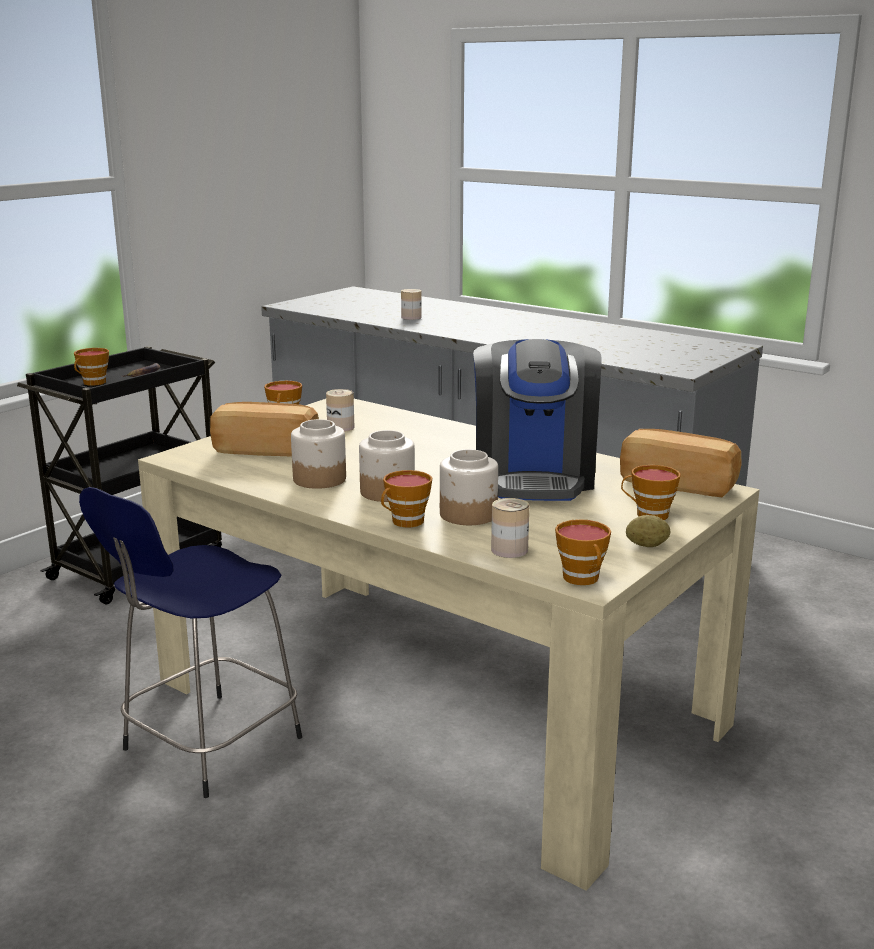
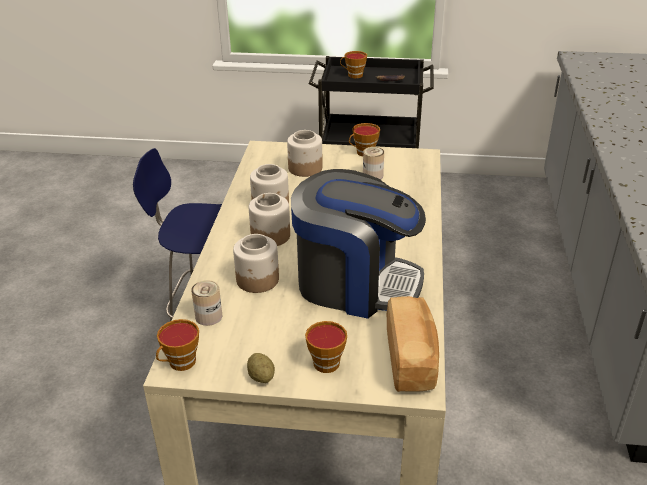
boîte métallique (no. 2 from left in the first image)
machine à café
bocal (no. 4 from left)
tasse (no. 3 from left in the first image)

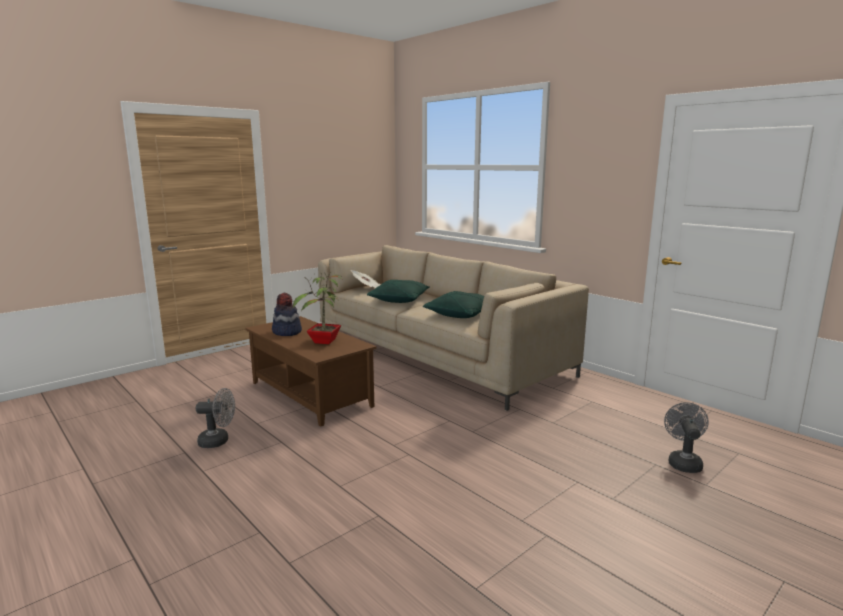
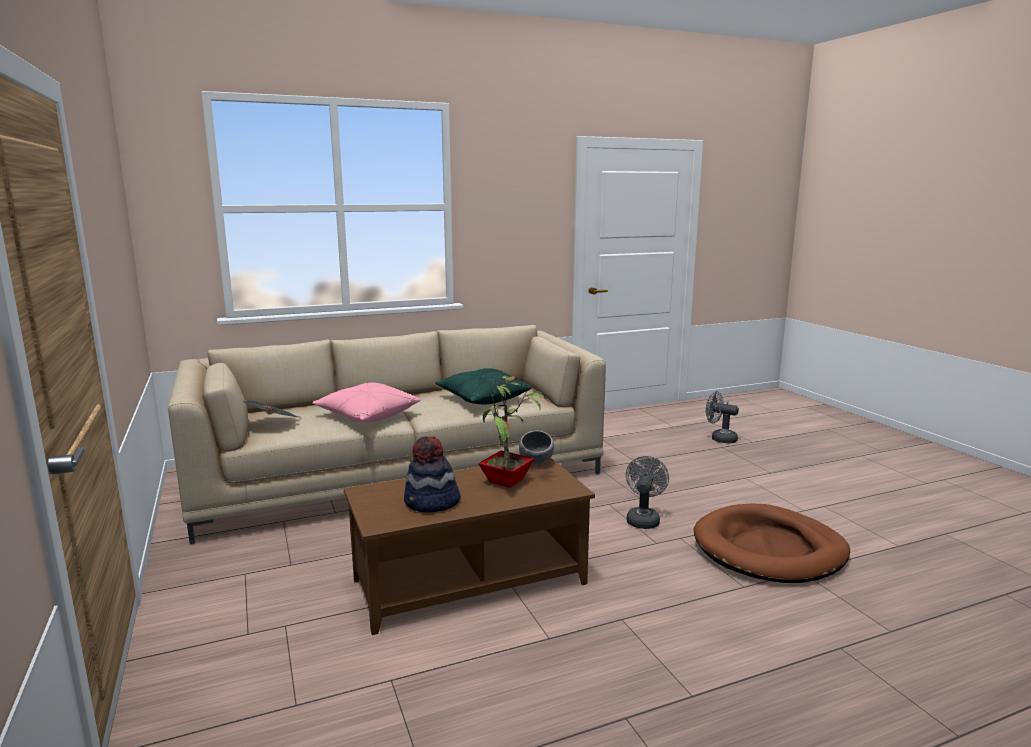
coussin/rose
ventilateur/gris (no. 1 from left)
bol/gris
panier pour chien/marron

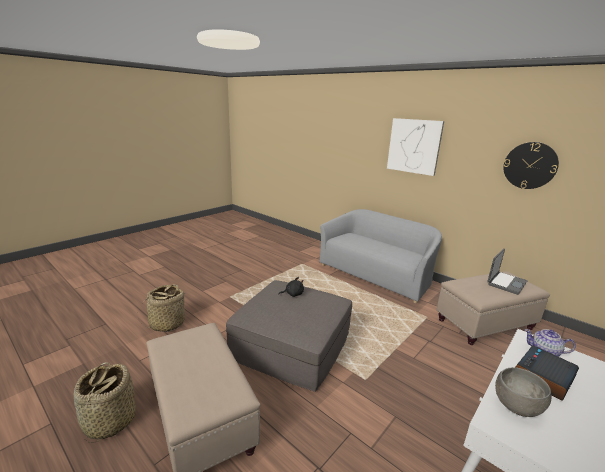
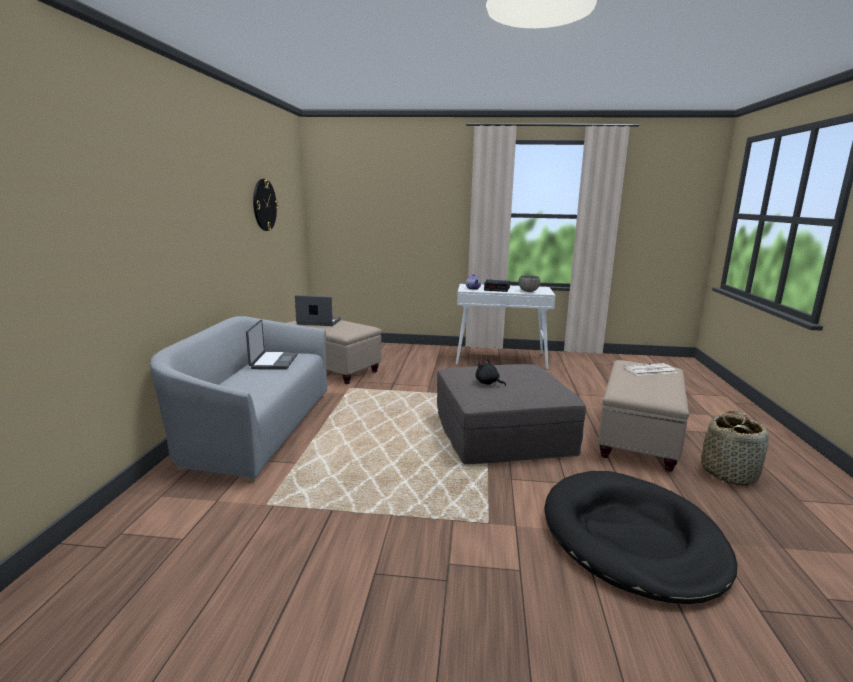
tableau
panier pour chien/noir
ordinateur portable (no. 1 from left)
journal

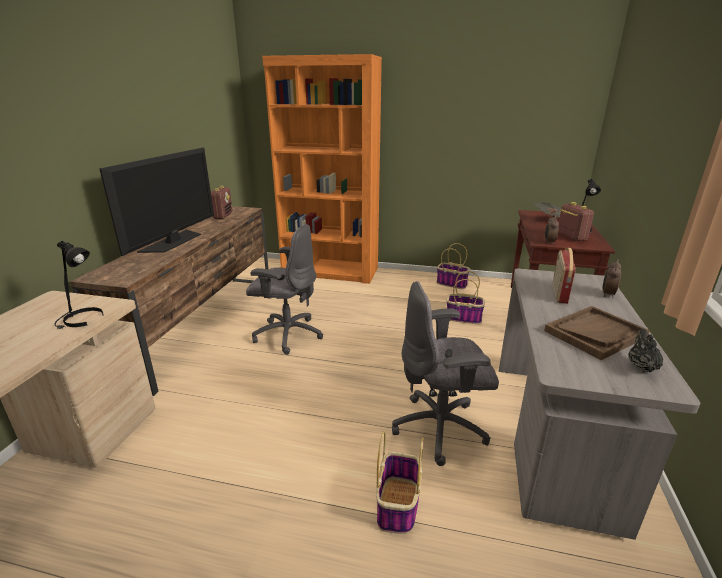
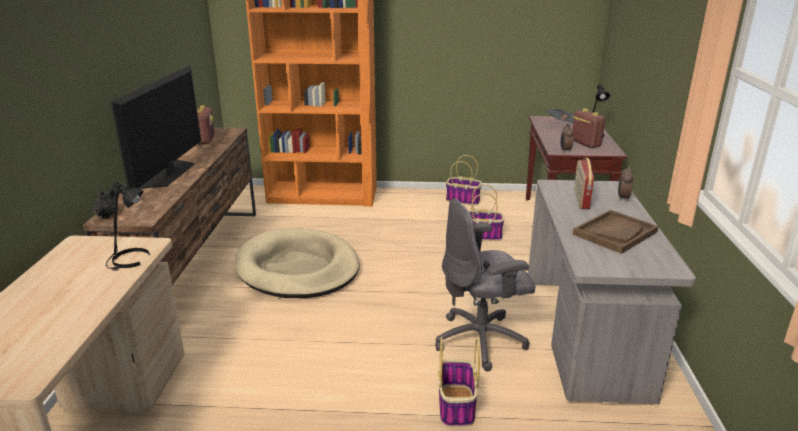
panier pour chien/beige
théière/noir

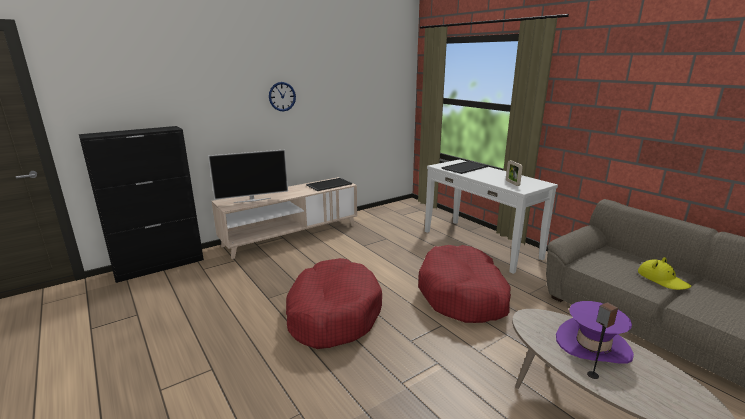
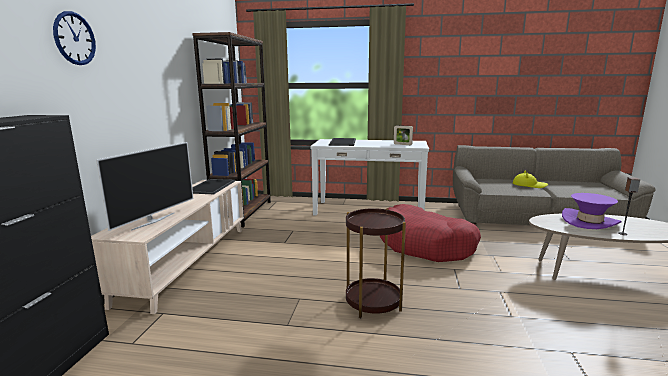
horloge murale
table d'appoint/marron
bibliothèque/marron

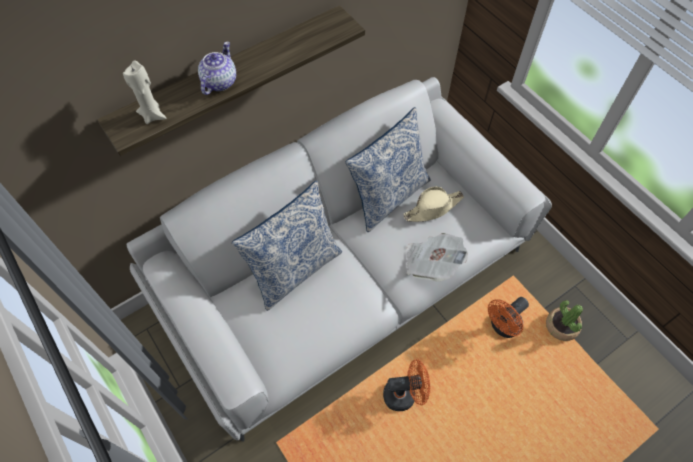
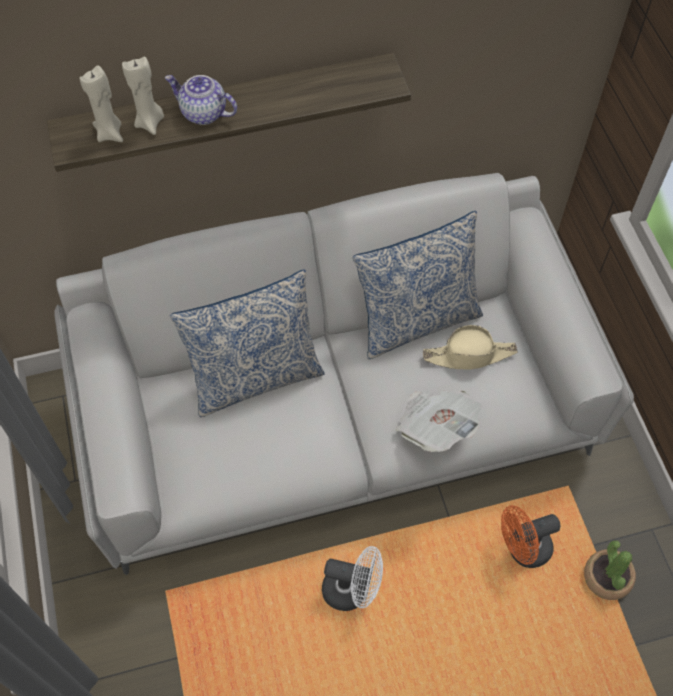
théière
ventilateur/blanc
bougie/beige (no. 2 from left)

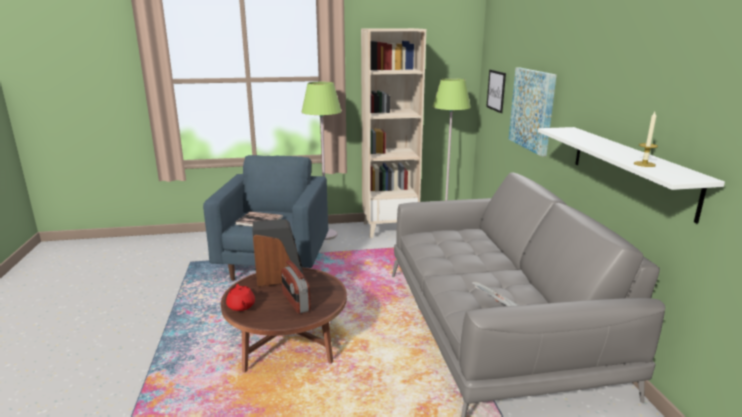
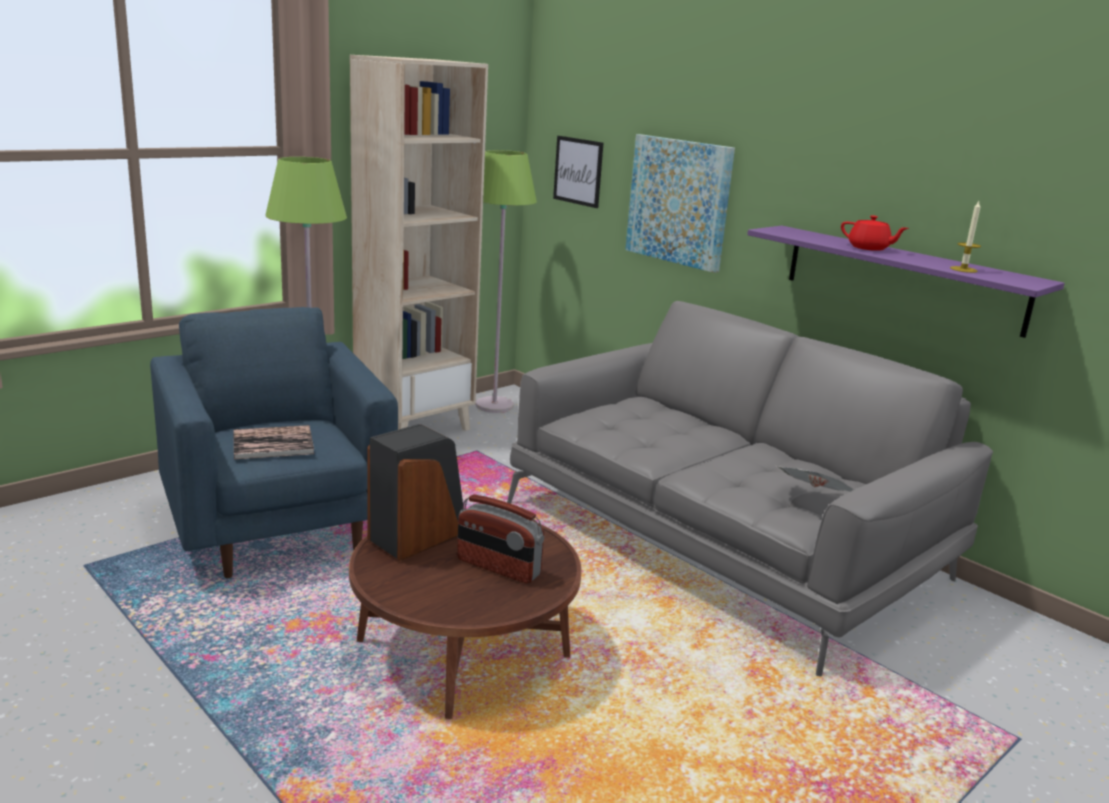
étagère/violet
théière/rouge

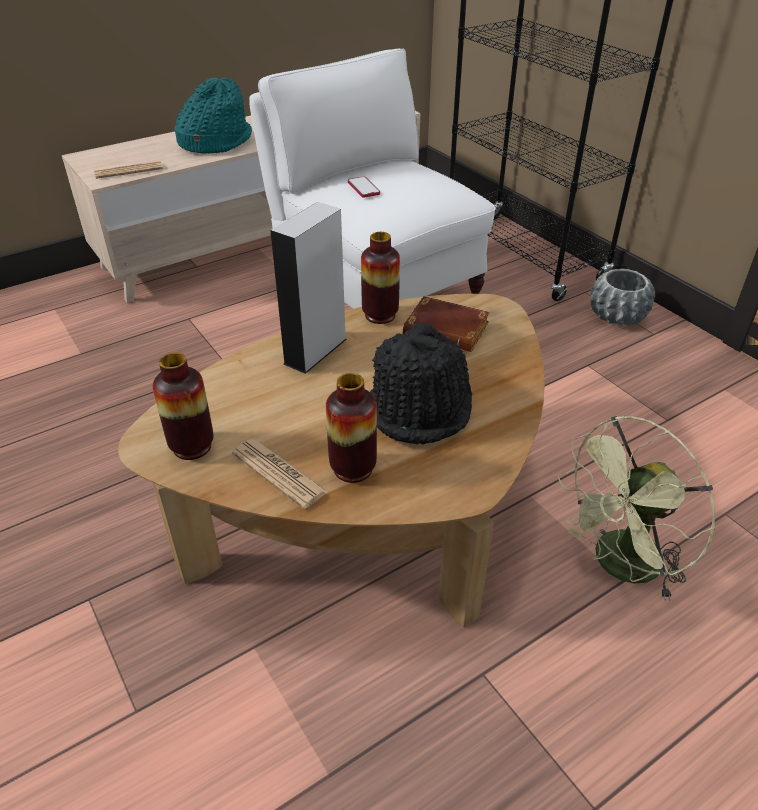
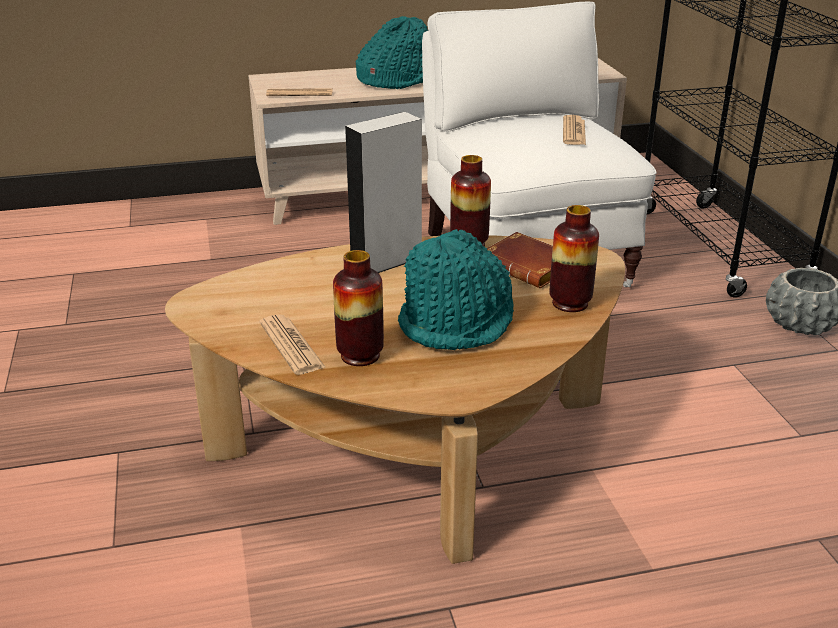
téléphone
chapeau/turquoise (no. 2 from left)
vase (no. 3 from left)
ventilateur/vert
journal (no. 3 from left)

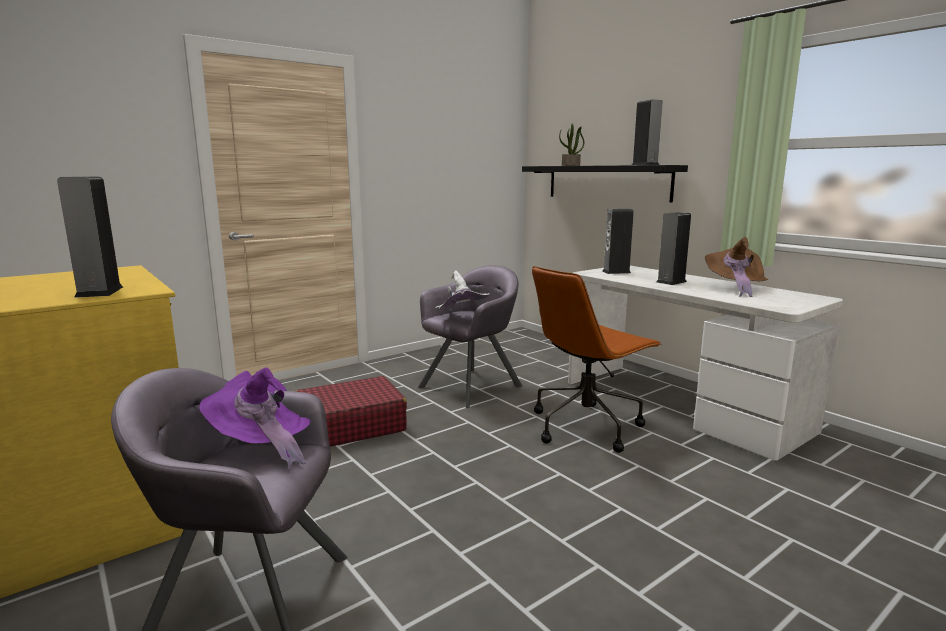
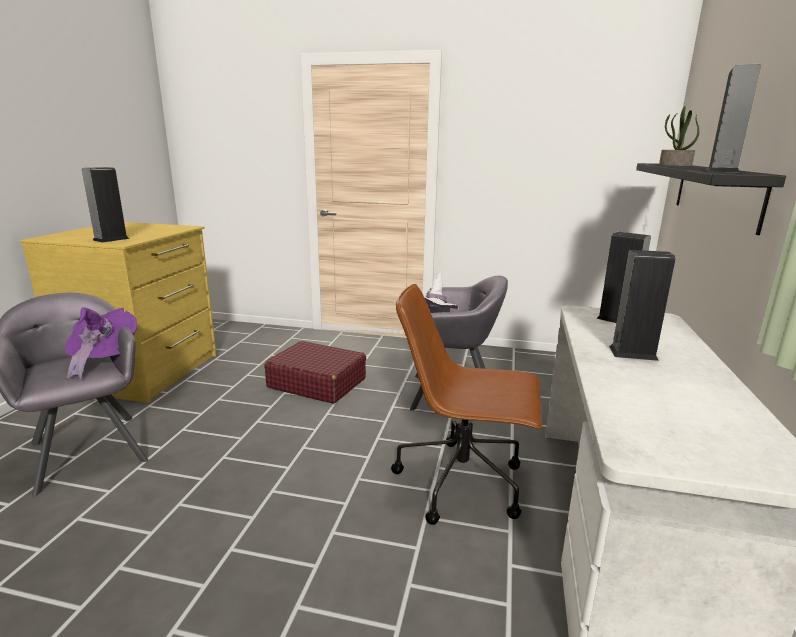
chapeau/marron

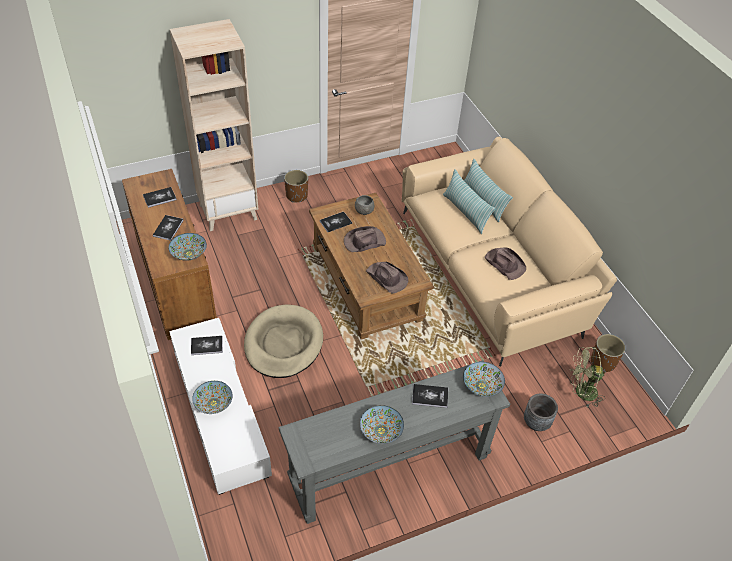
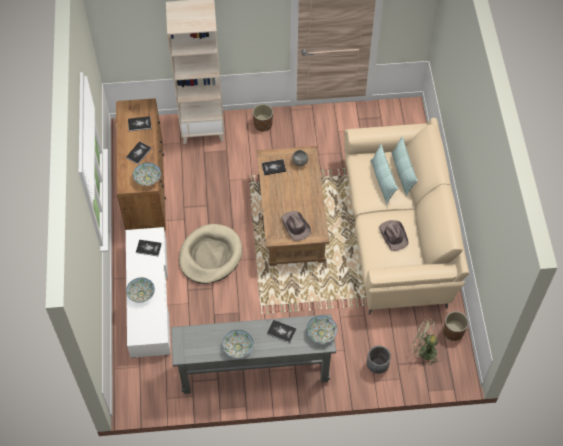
chapeau/marron (no. 1 from left in the first image)

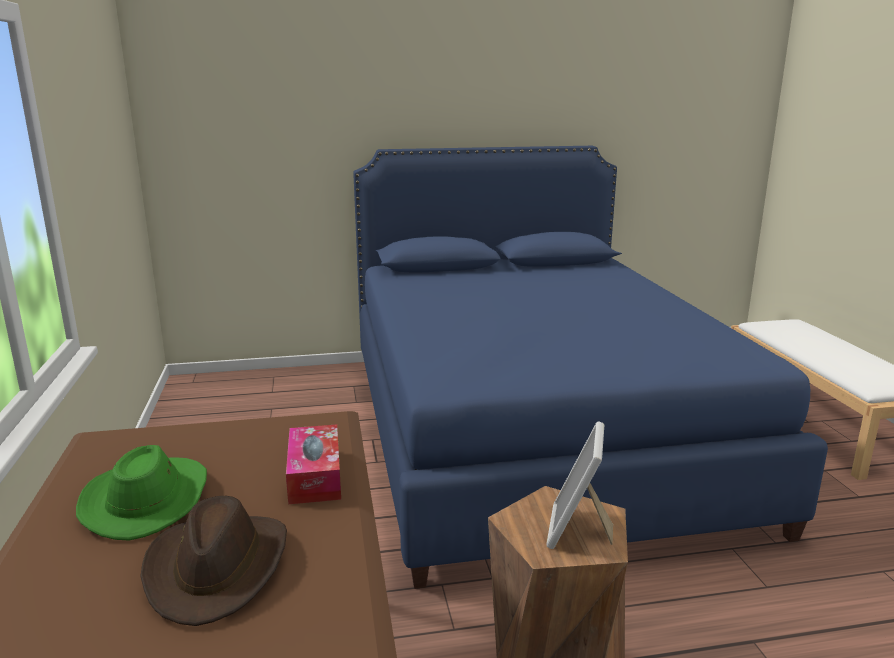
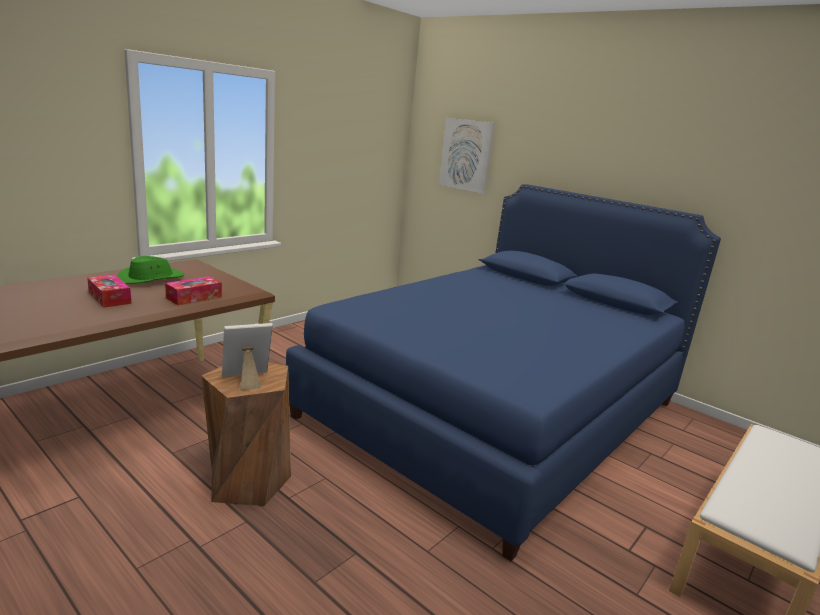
boîte à mouchoirs (no. 1 from left)
tableau

